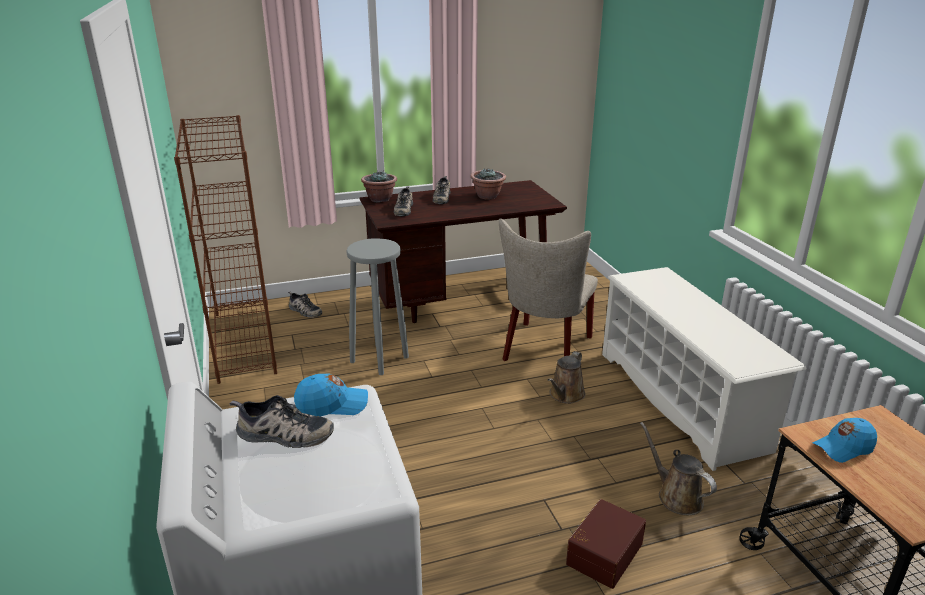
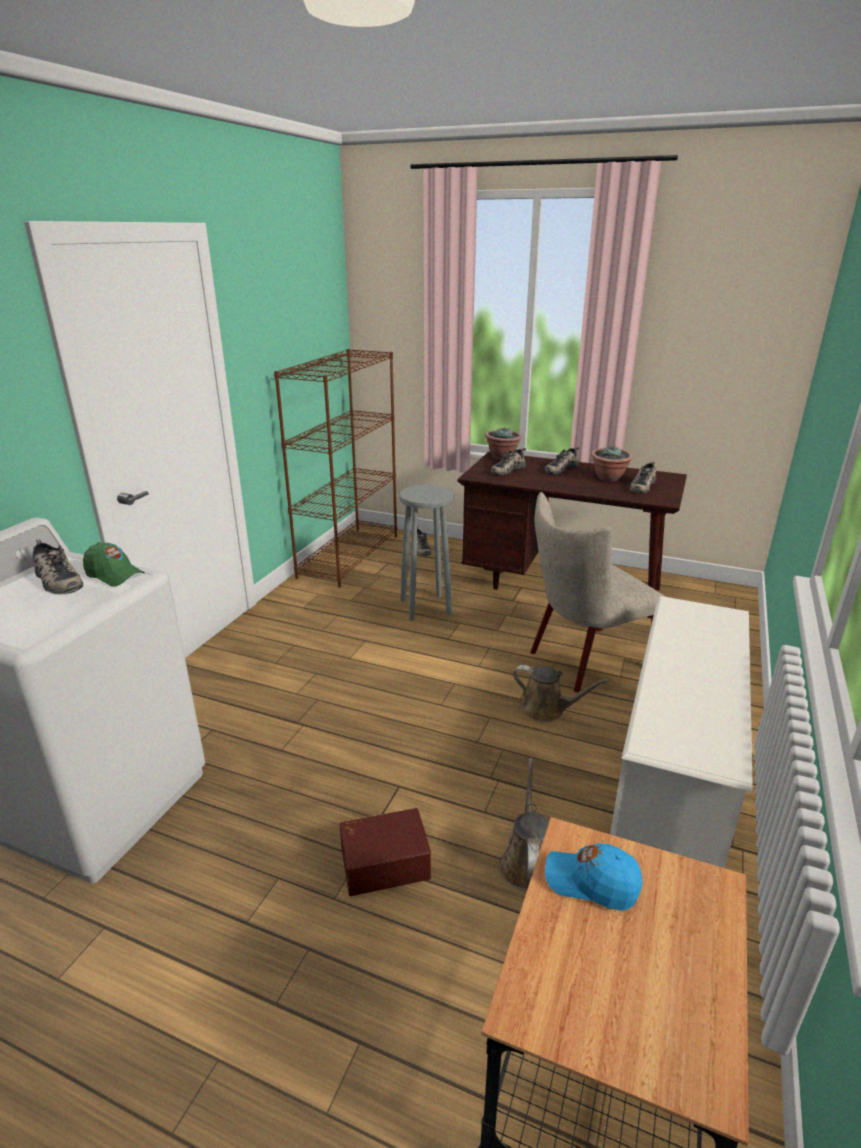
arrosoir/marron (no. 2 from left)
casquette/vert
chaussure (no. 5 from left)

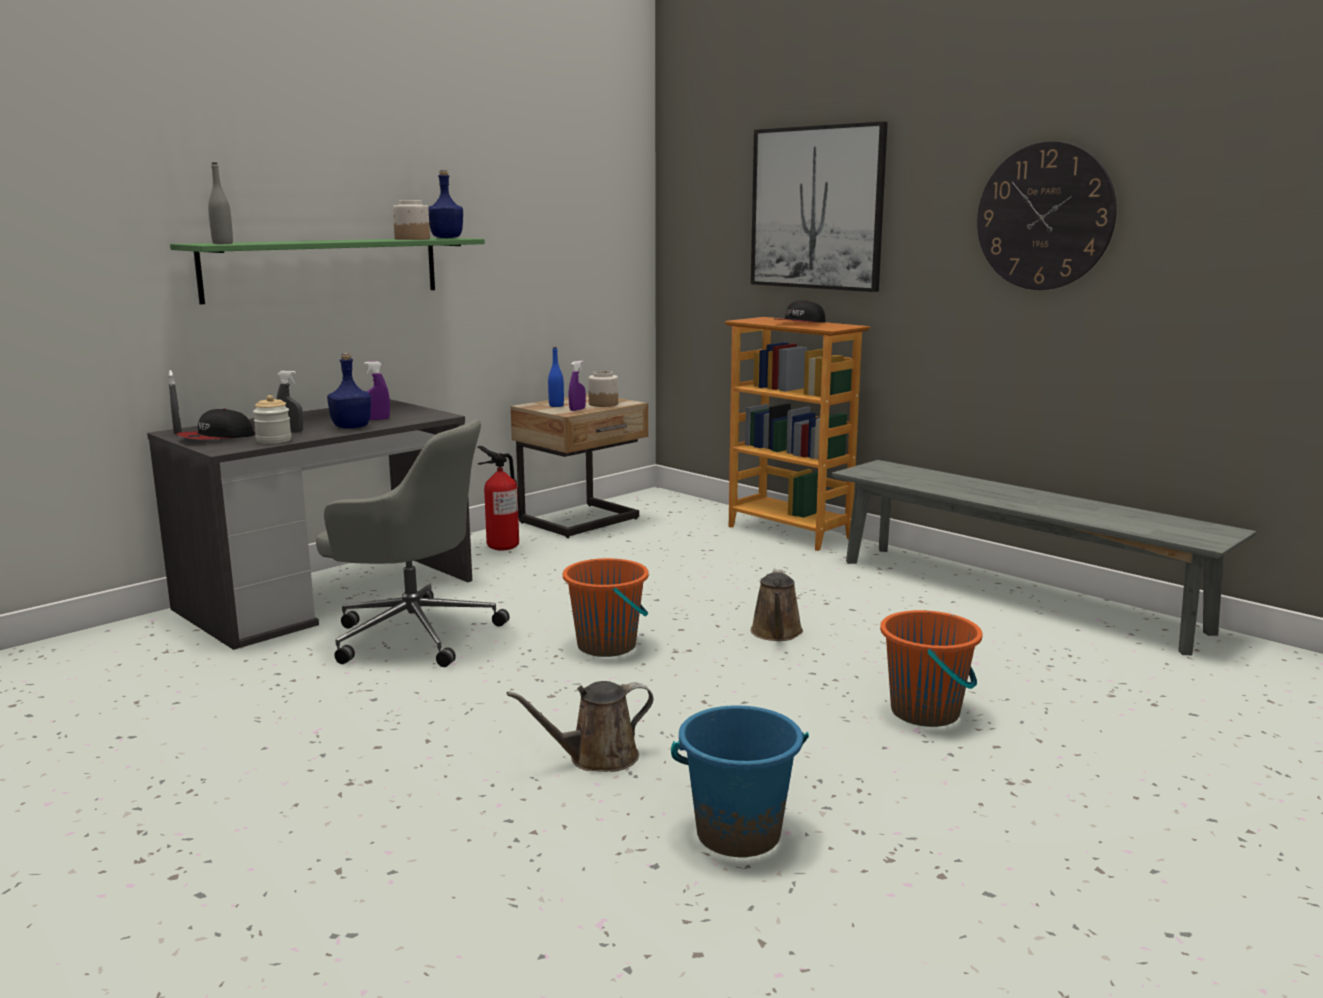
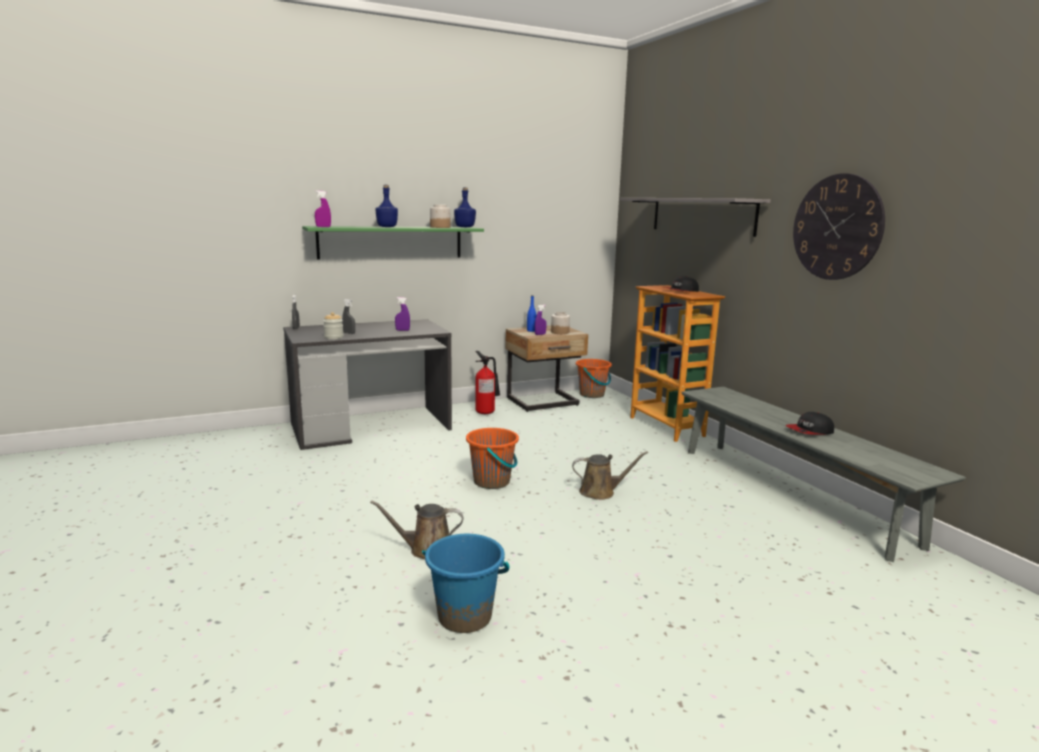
étagère/gris
vaporisateur/violet (no. 1 from left)
bouteille/bleu (no. 1 from left)
casquette (no. 2 from left)
chaise de bureau/gris
arrosoir/marron (no. 2 from left)
seau/orange (no. 2 from left)

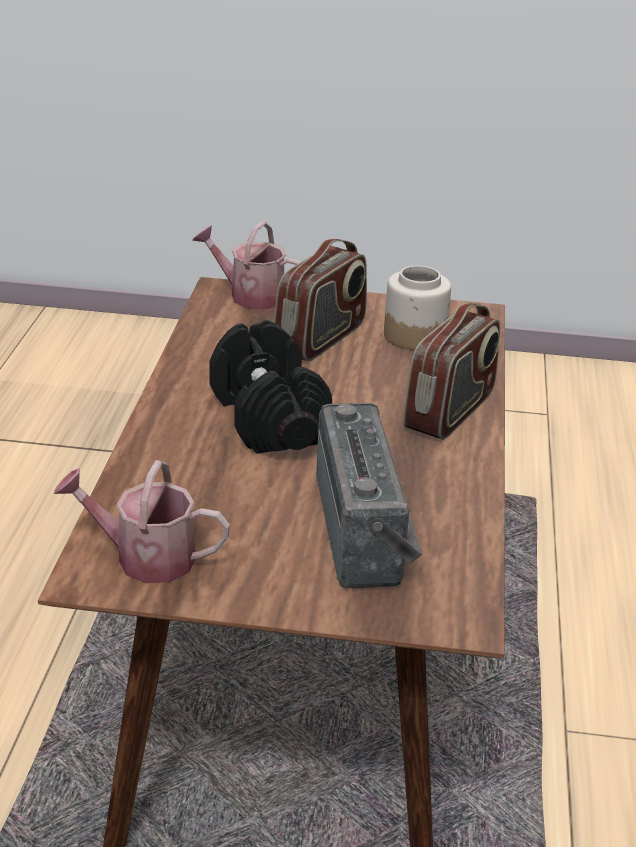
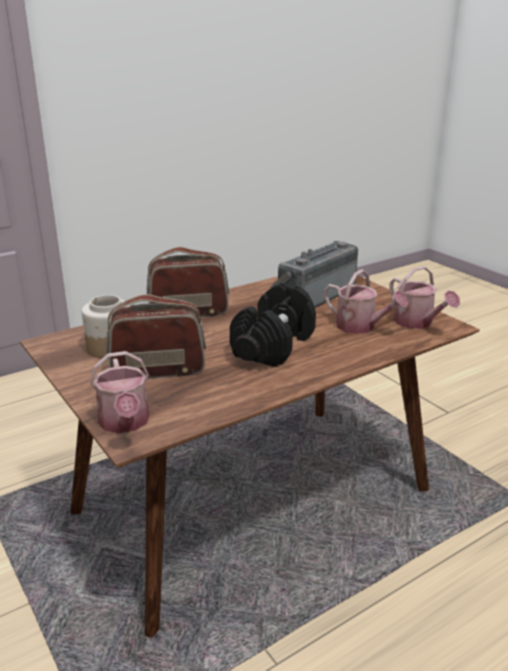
arrosoir (no. 2 from left)

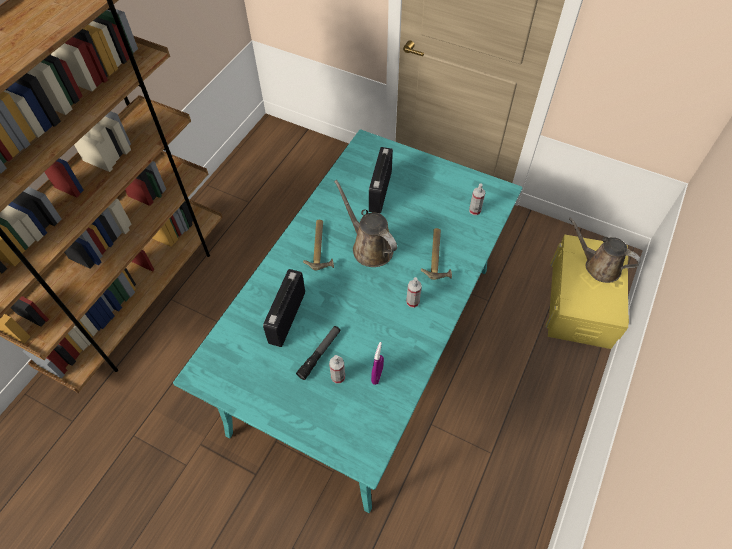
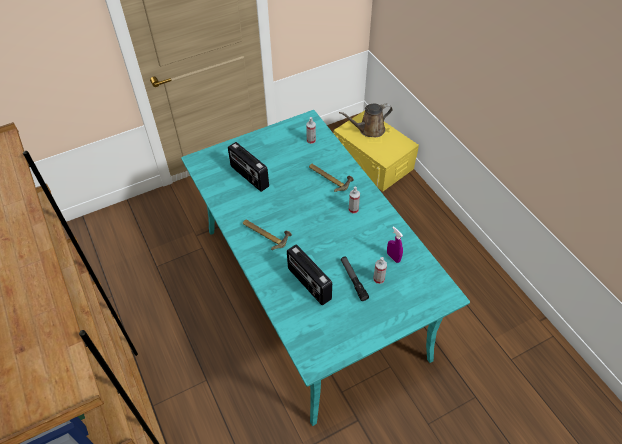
arrosoir/marron (no. 1 from left in the first image)

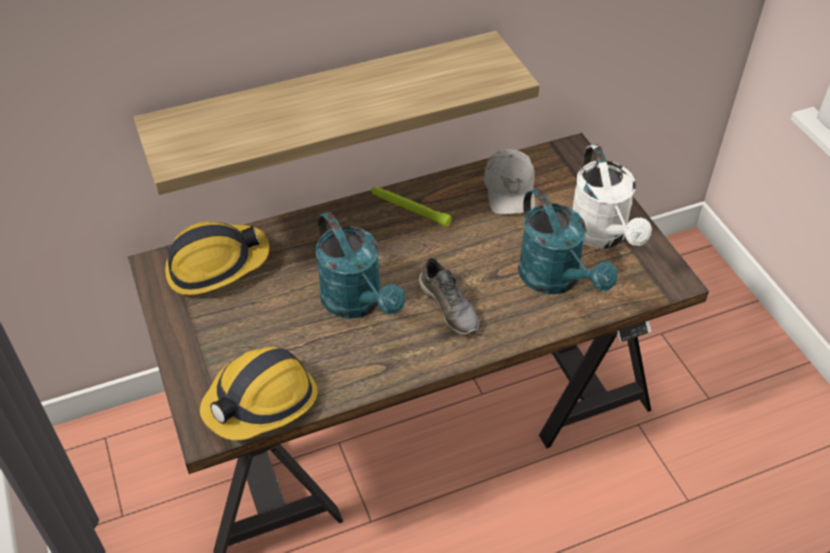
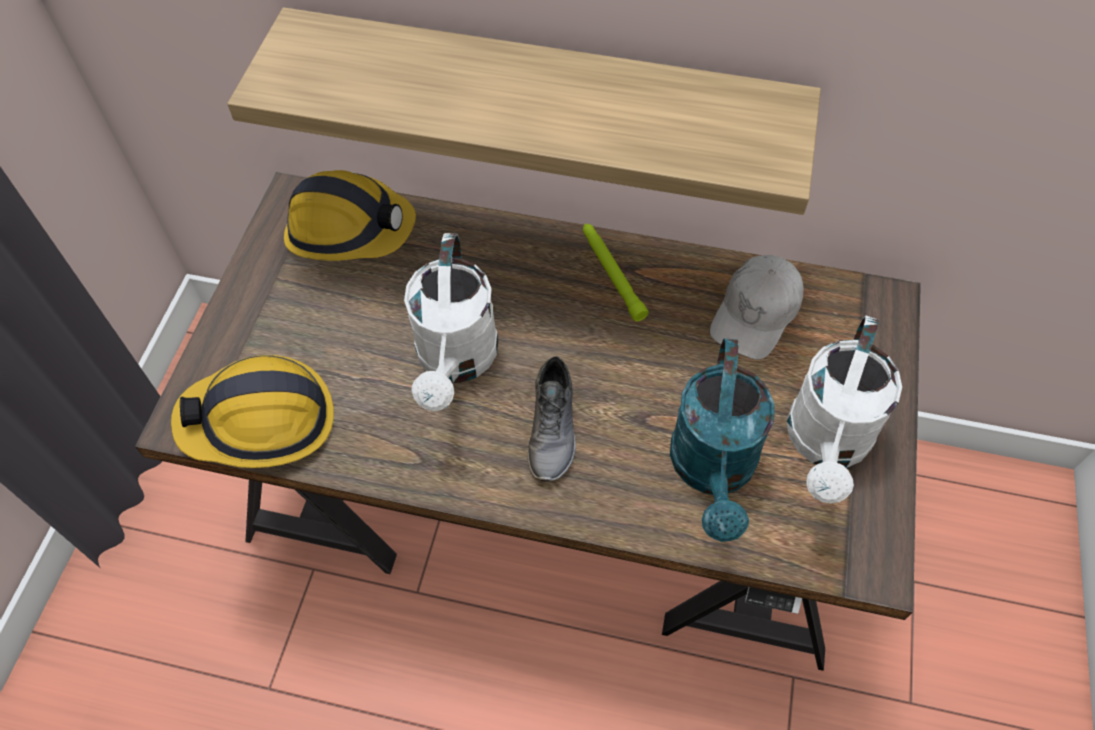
arrosoir/blanc (no. 1 from left)

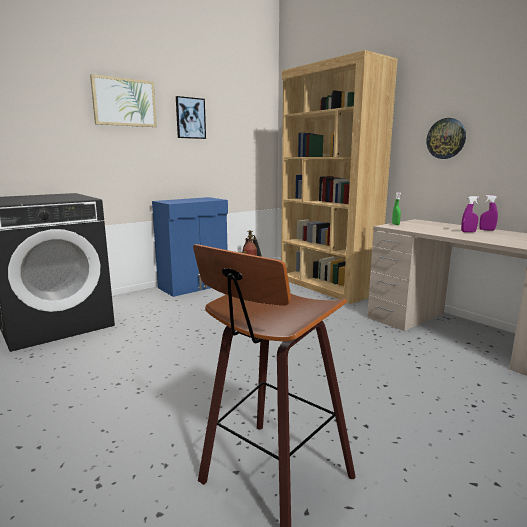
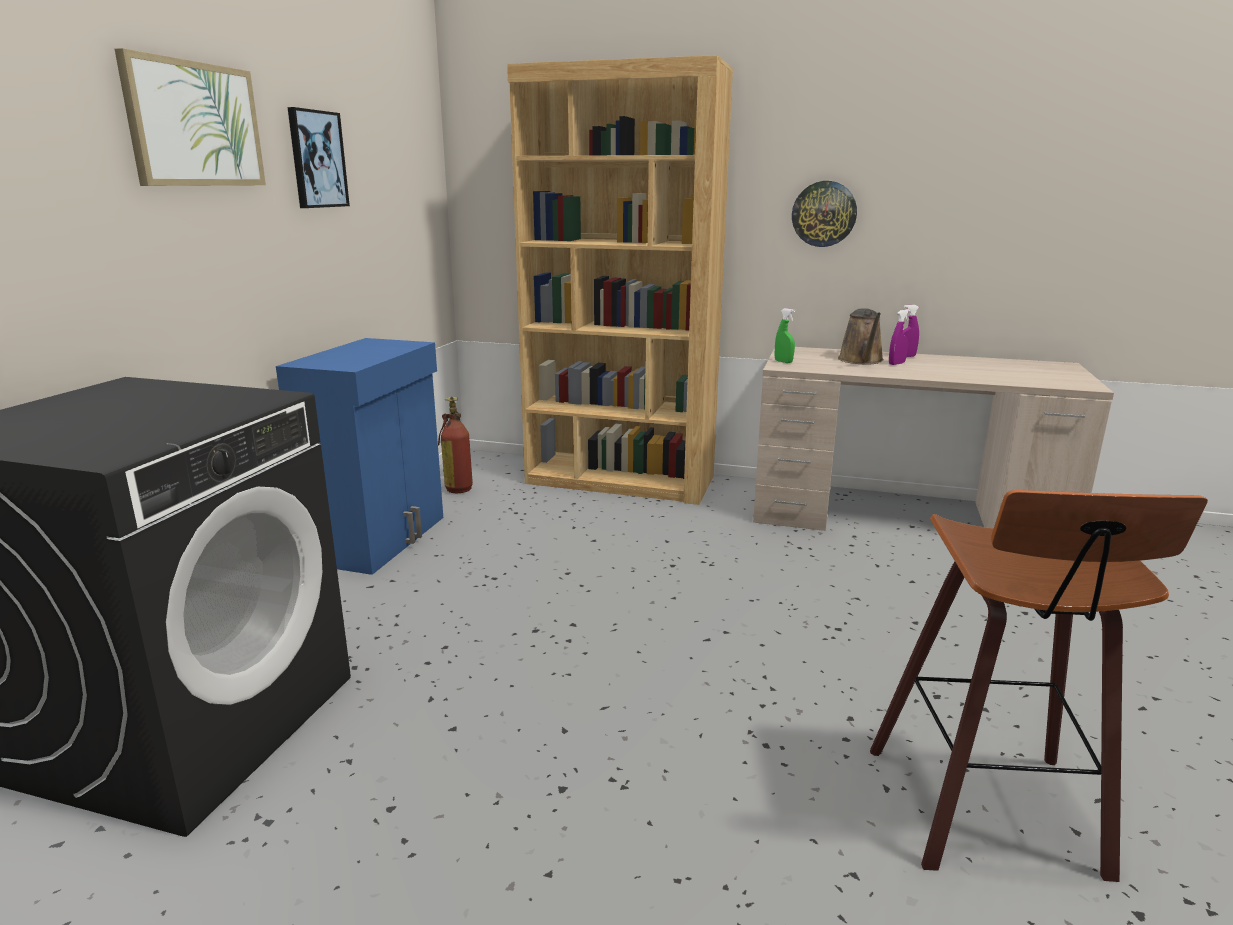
arrosoir/marron

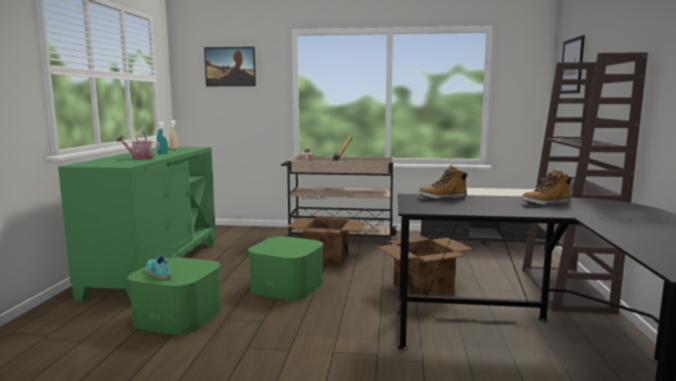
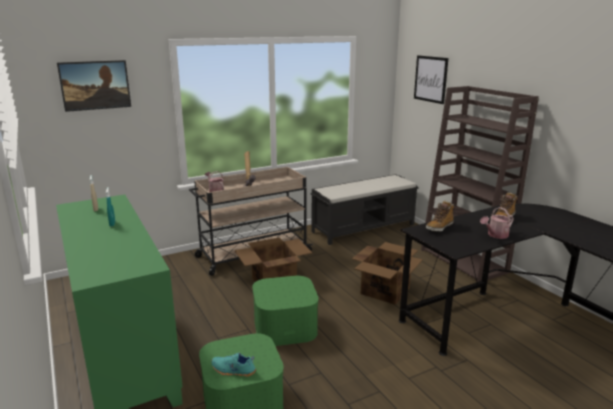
arrosoir (no. 2 from left)

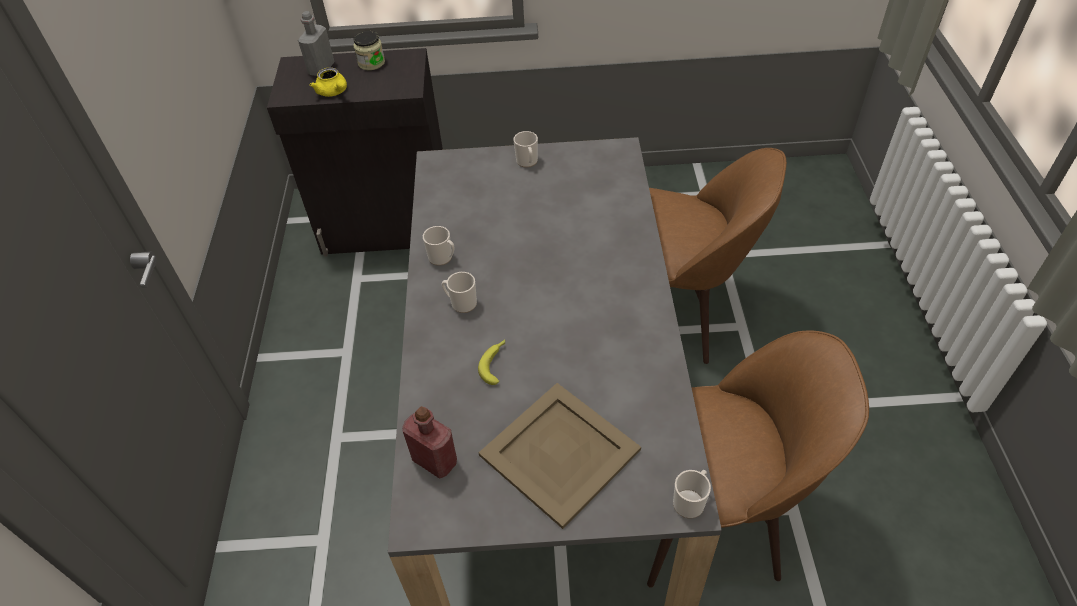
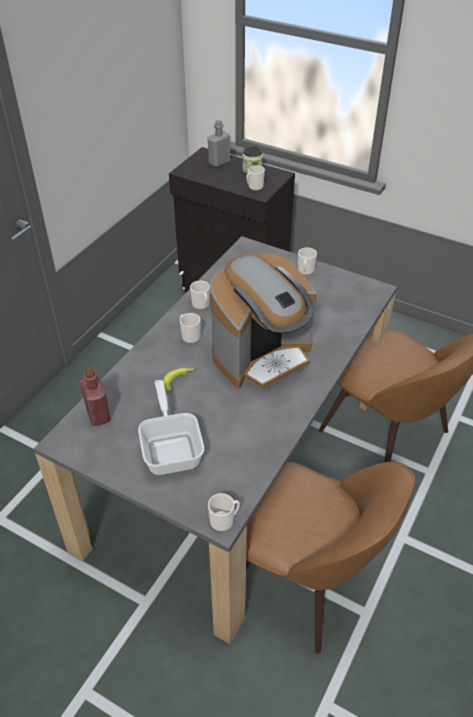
théière/jaune
poêle
mug (no. 4 from left)
machine à café

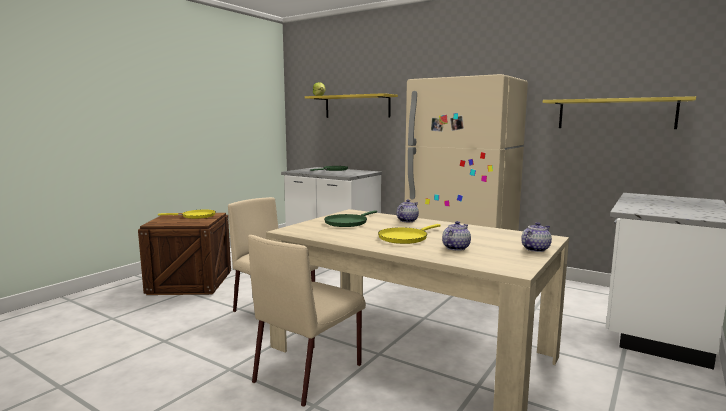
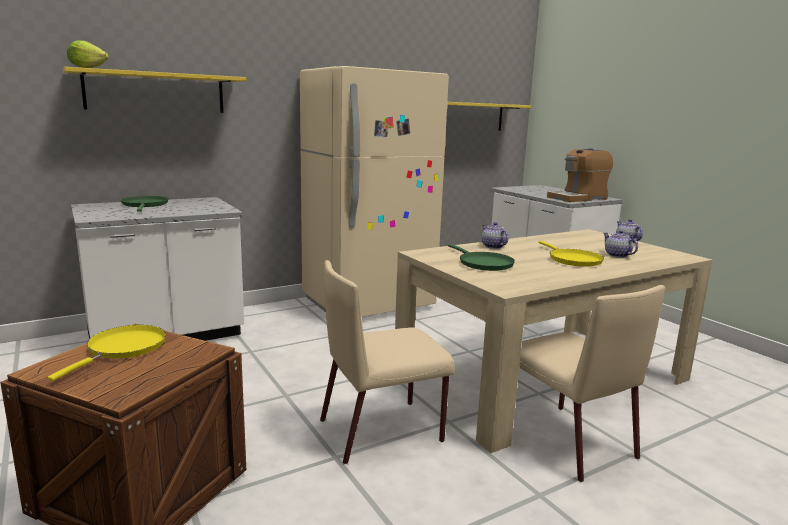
machine à café

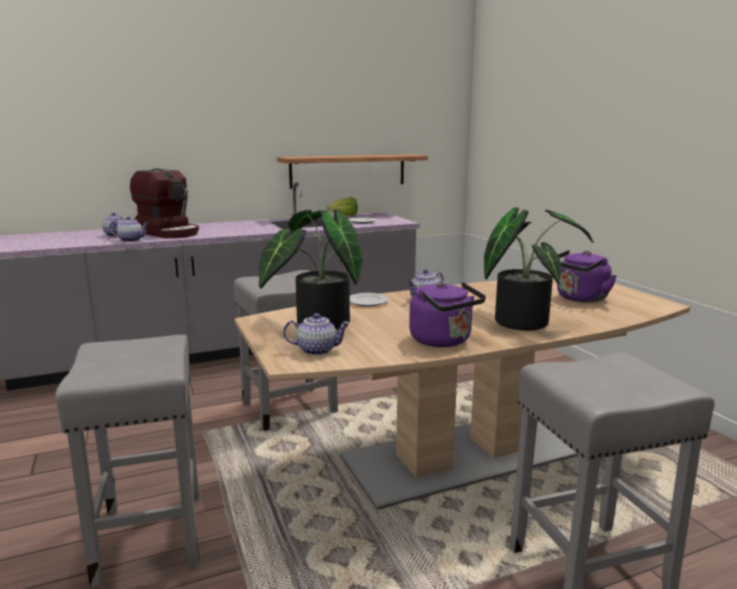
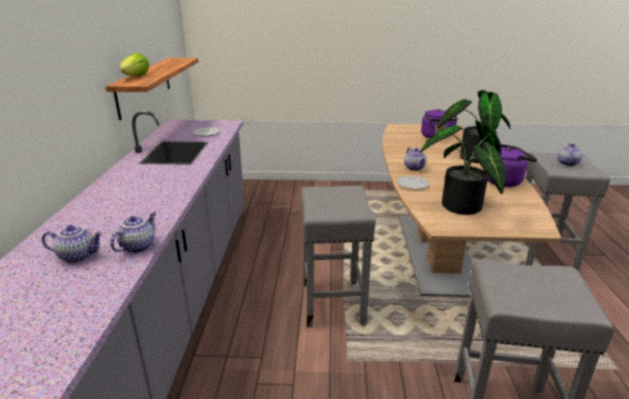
machine à café
laitue
théière (no. 4 from left)

